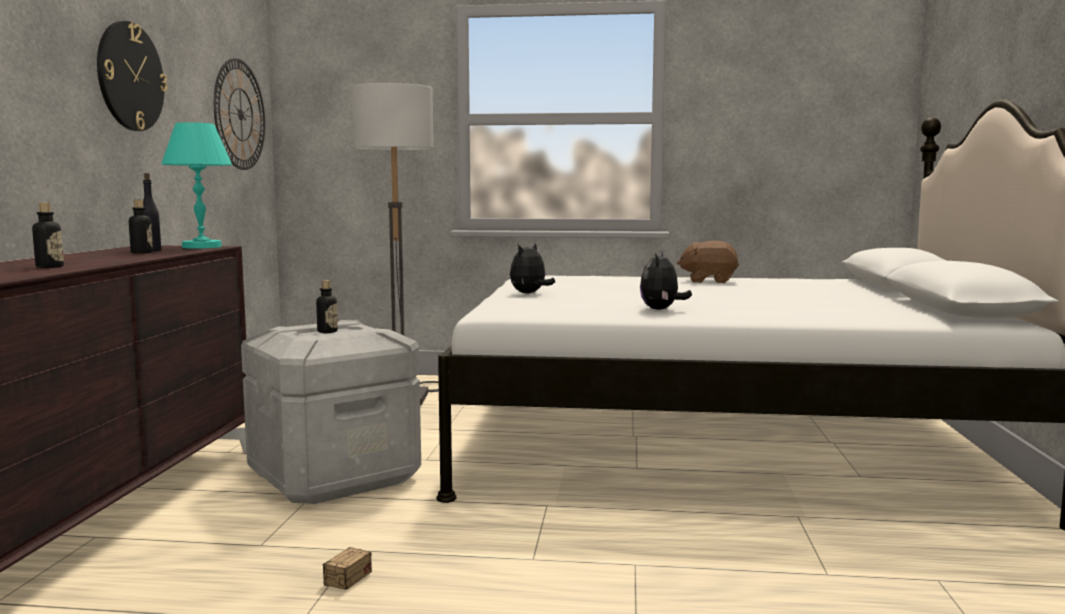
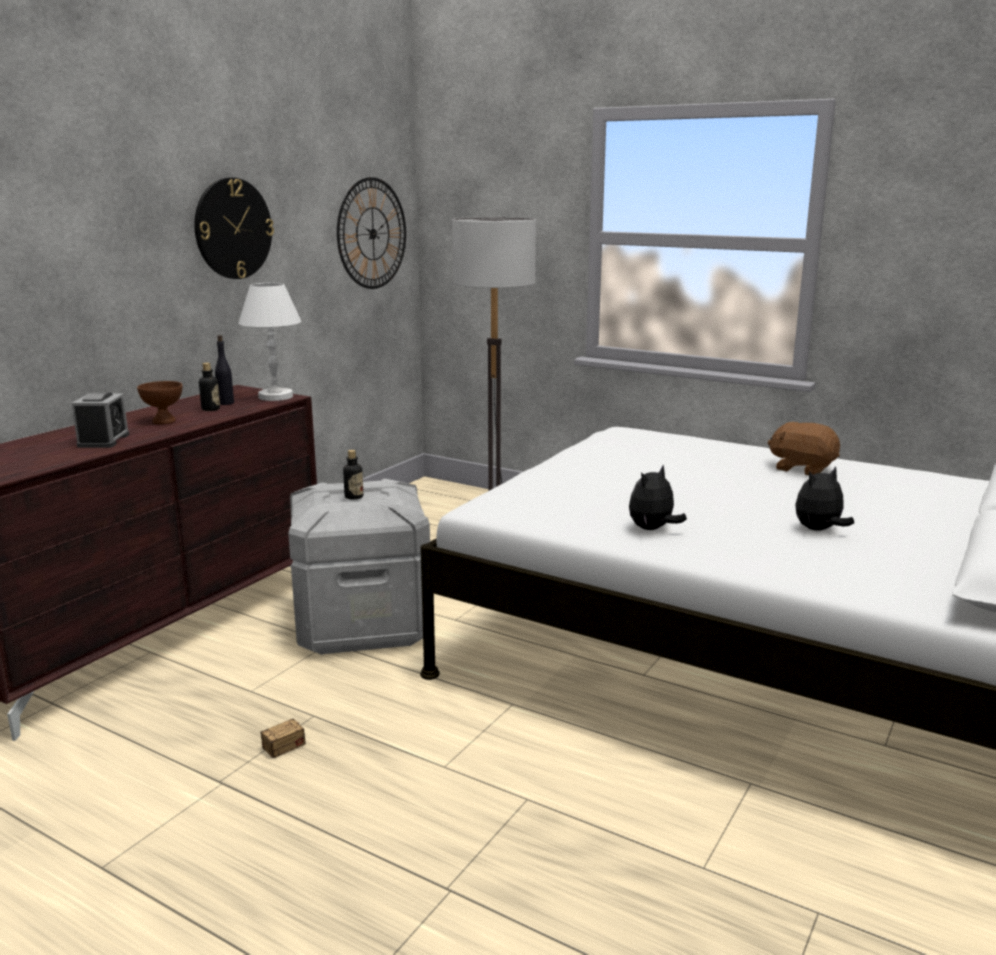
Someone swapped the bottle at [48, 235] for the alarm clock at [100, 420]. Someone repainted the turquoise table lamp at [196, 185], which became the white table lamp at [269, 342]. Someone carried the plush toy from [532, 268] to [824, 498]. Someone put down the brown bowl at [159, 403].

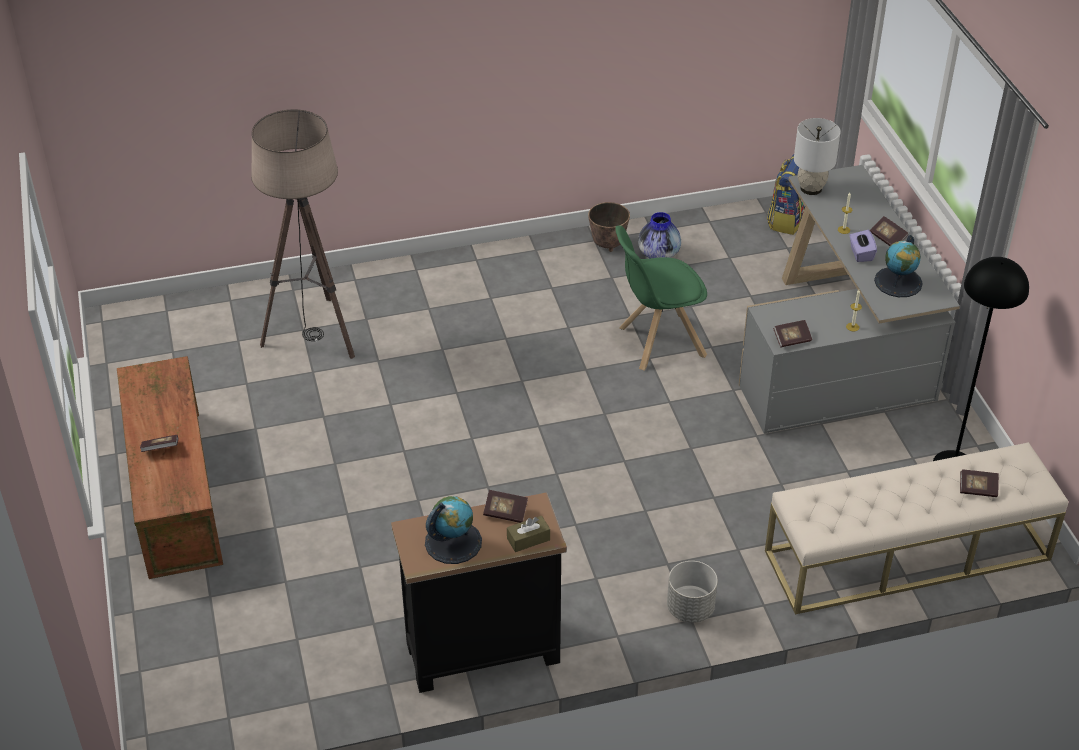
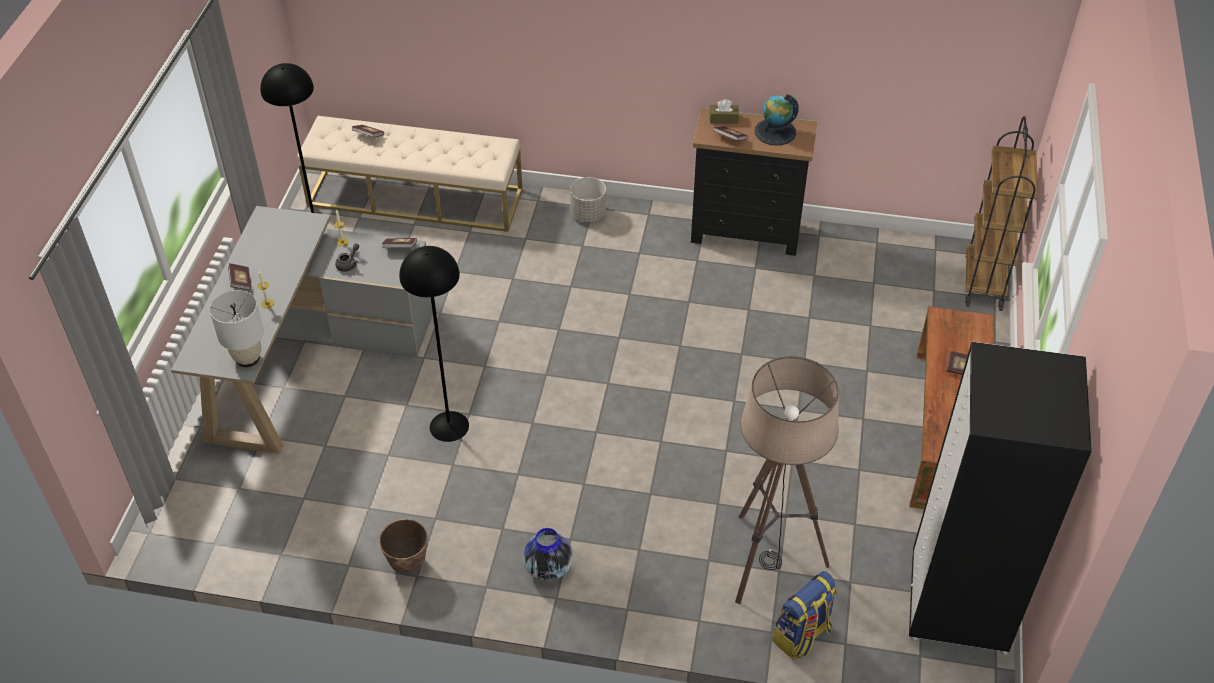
Someone swapped the green chair at [661, 298] for the black floor lamp at [434, 344]. Someone carried the vase from [659, 235] to [548, 554]. Someone carried the backpack from [786, 195] to [804, 615]. Someone took away the purple tissue box at [863, 246]. Someone took away the globe at [898, 266]. Someone put down the grey teapot at [347, 257]. Someone put down the wardrobe at [1000, 498]. Someone put down the brown cart at [1001, 213].

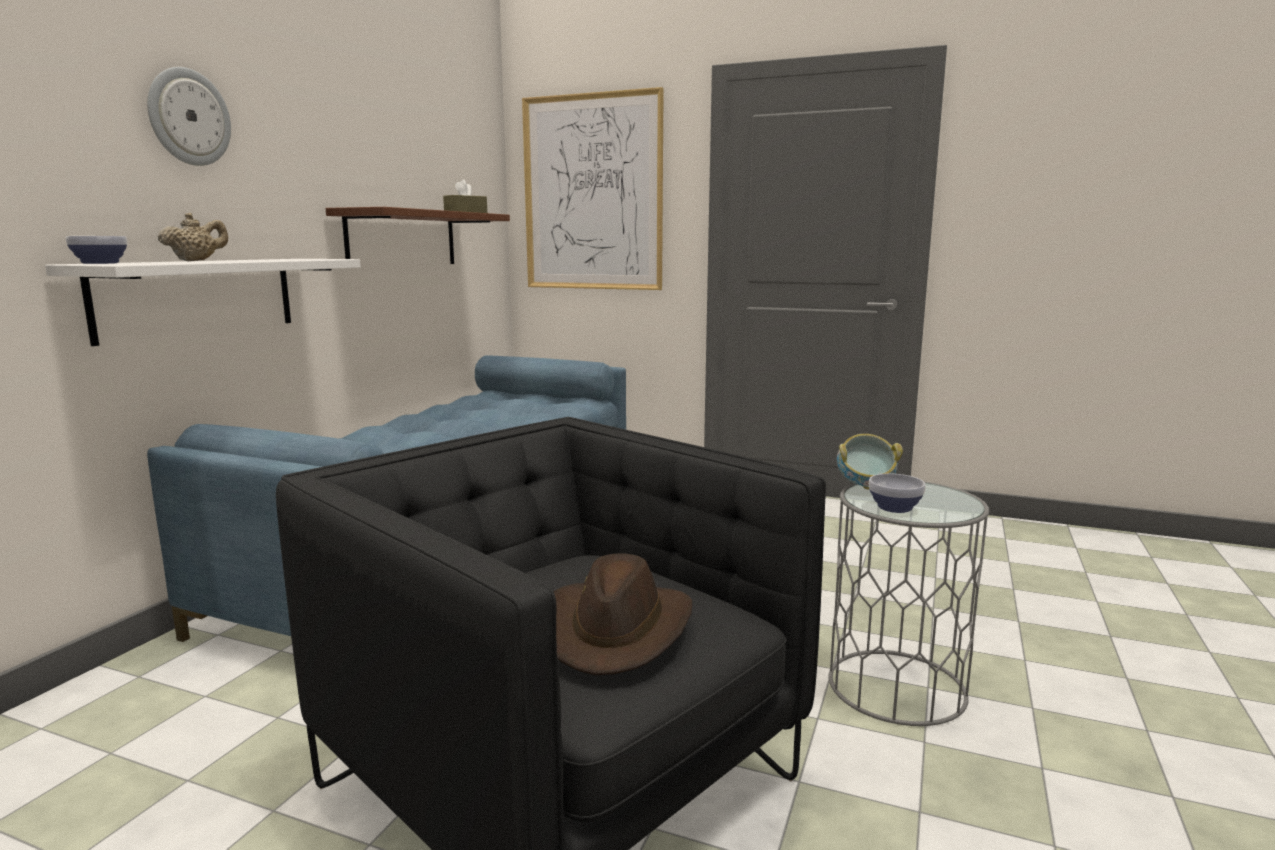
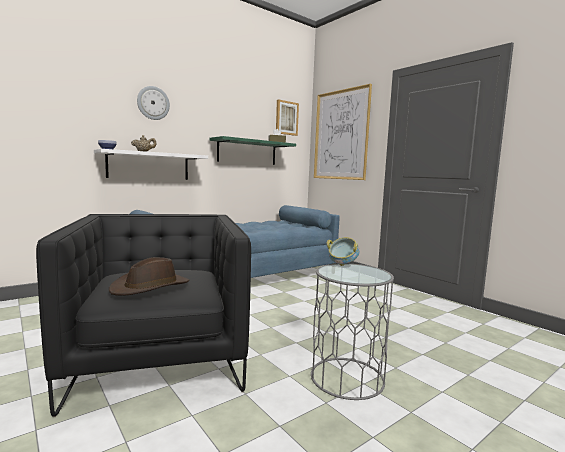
Someone repainted the brown shelf at [418, 235], which became the green shelf at [252, 150]. Someone took away the bowl at [897, 493]. Someone put up the picture at [287, 117].

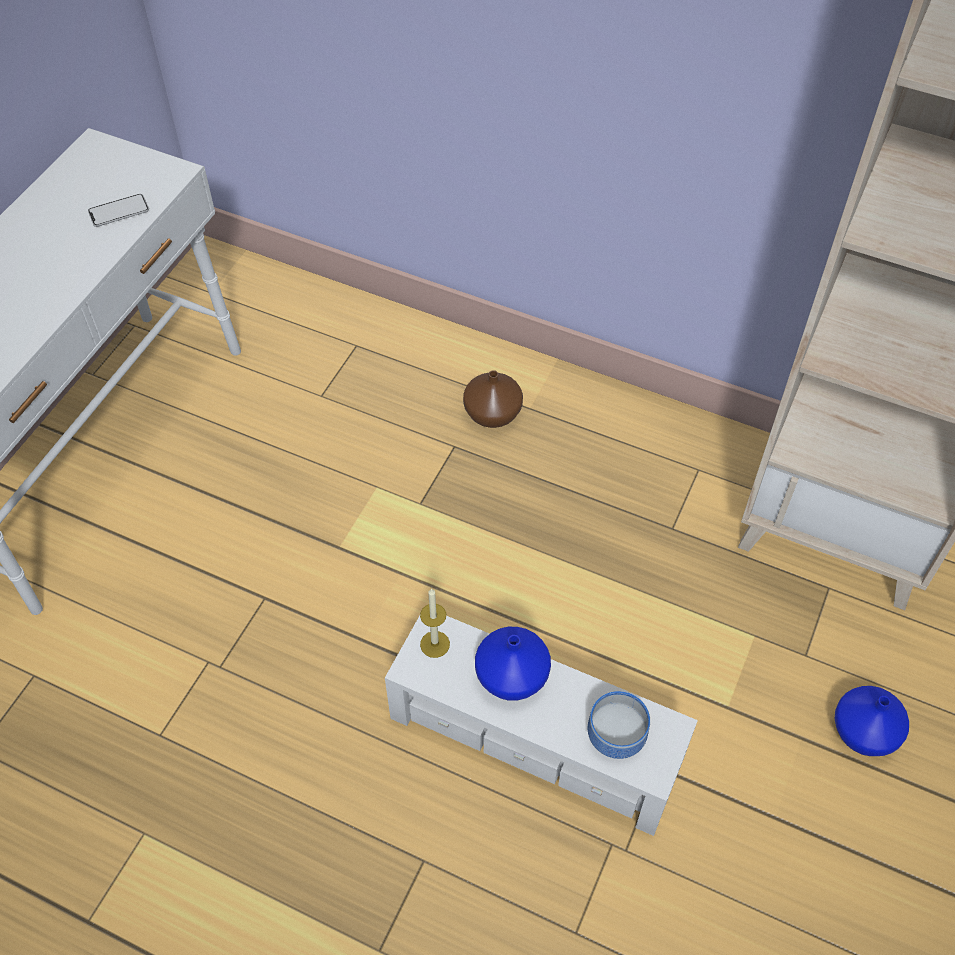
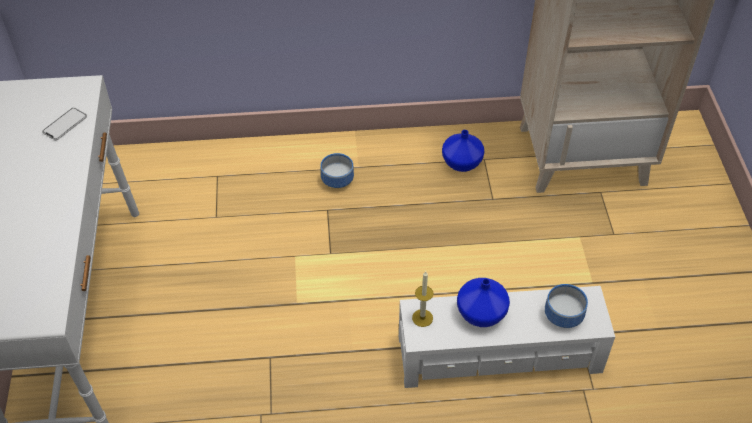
Someone swapped the brown vase at [493, 399] for the bowl at [337, 170]. Someone carried the blue vase from [872, 721] to [463, 151].

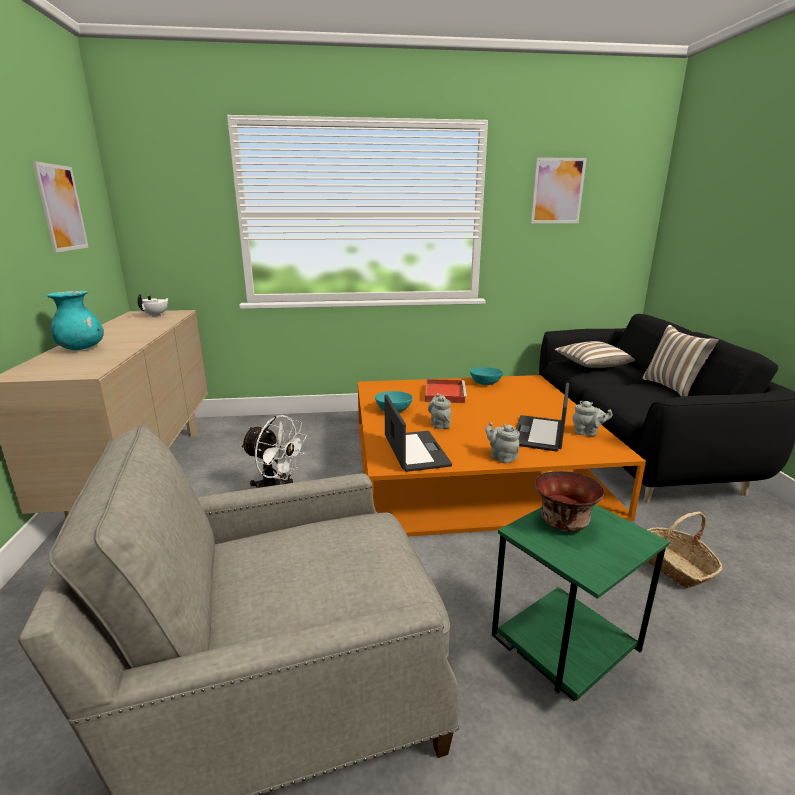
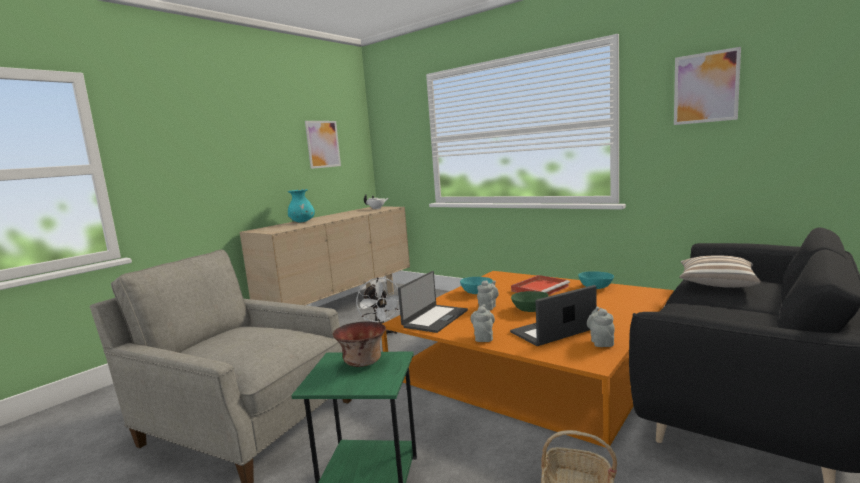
Someone rotated the grey teapot at [592, 418] by 150 degrees counterclockwise. Someone took away the pillow at [680, 361]. Someone put down the green bowl at [530, 301].

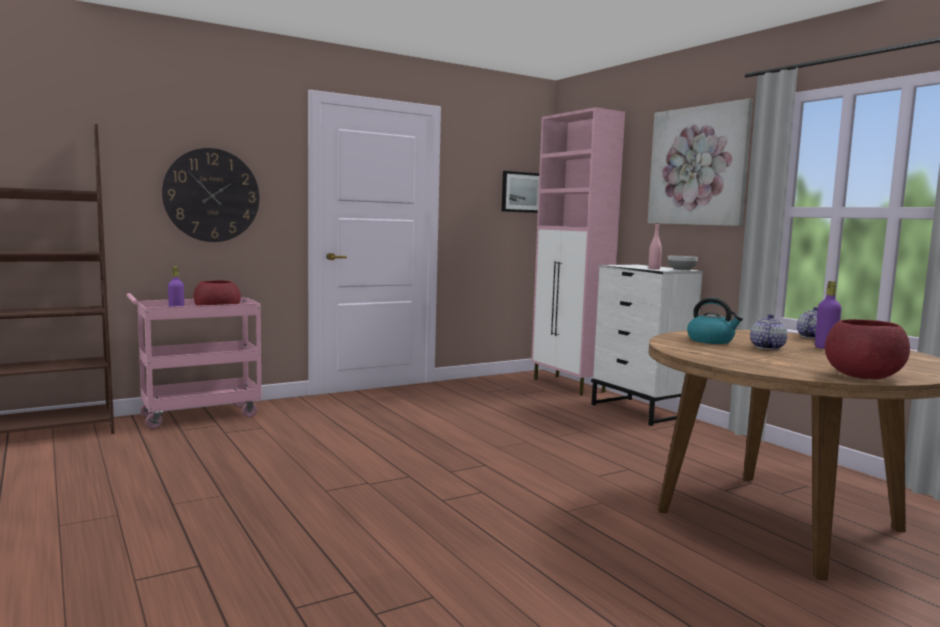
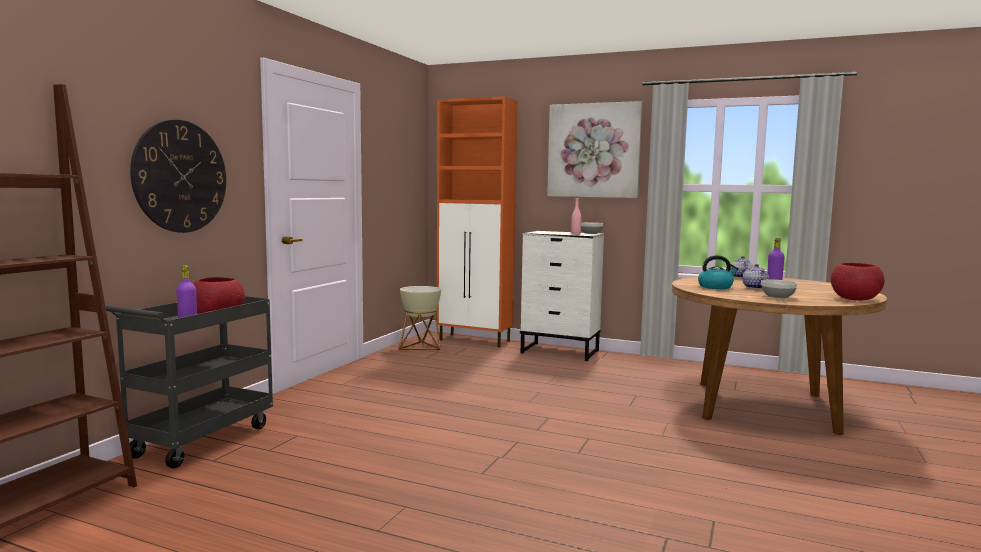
Someone repainted the pink cart at [194, 361], which became the grey cart at [189, 382]. Someone took away the picture at [520, 192]. Someone repainted the pink cabinet at [578, 251], which became the orange cabinet at [477, 222]. Someone put down the planter at [420, 318]. Someone put down the bowl at [779, 289].

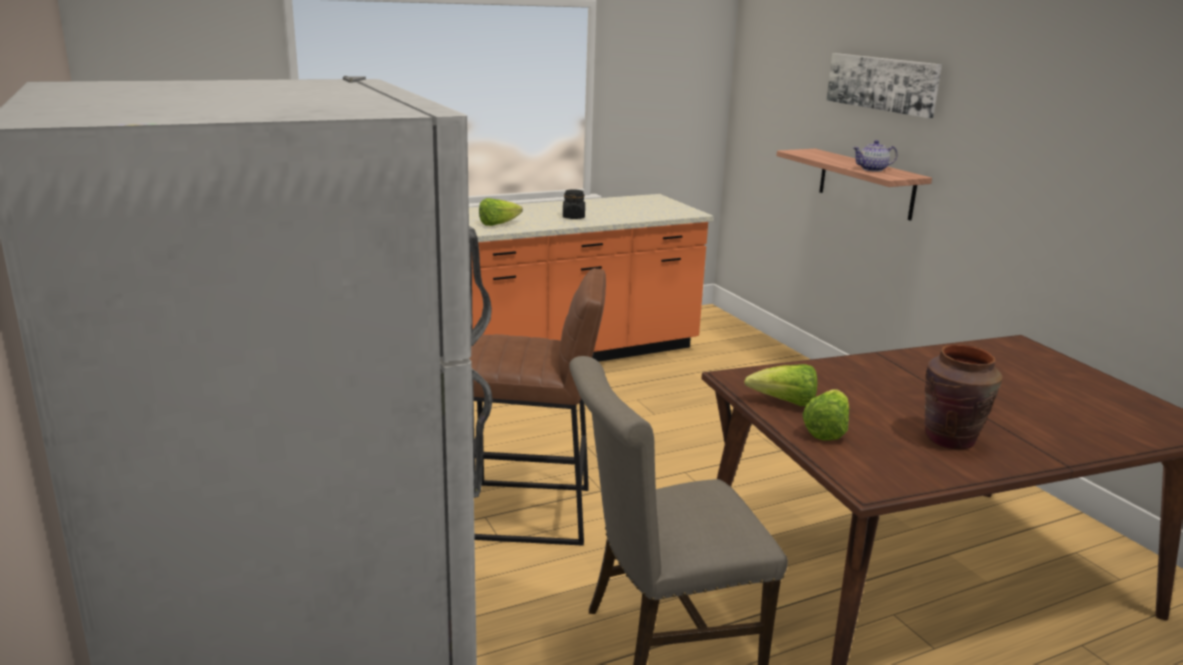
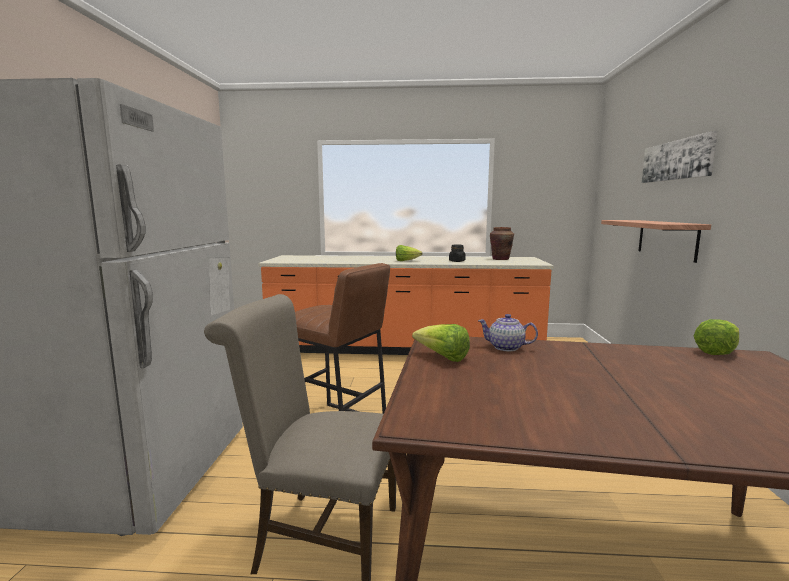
Someone carried the lettuce from [825, 415] to [716, 337]. Someone carried the teapot from [875, 156] to [508, 332]. Someone carried the brown vase from [963, 397] to [502, 243].

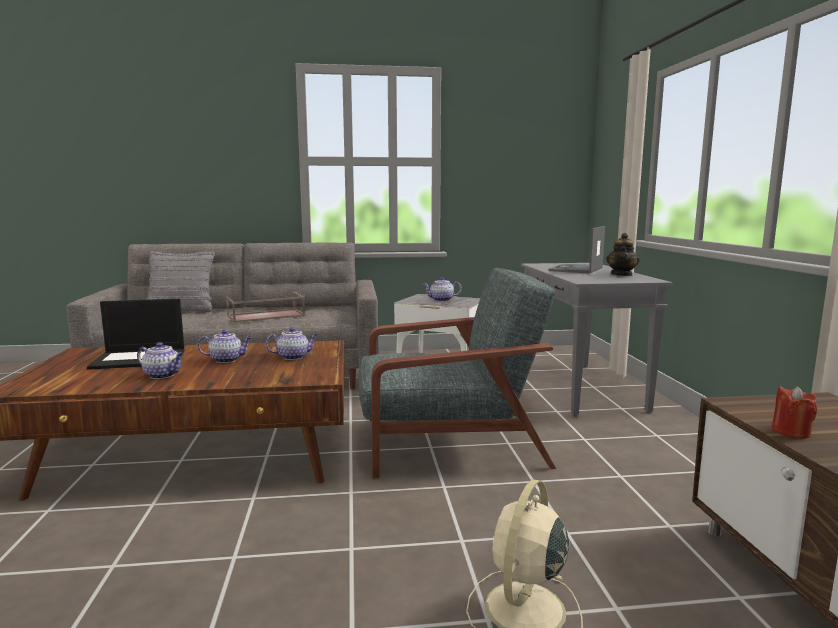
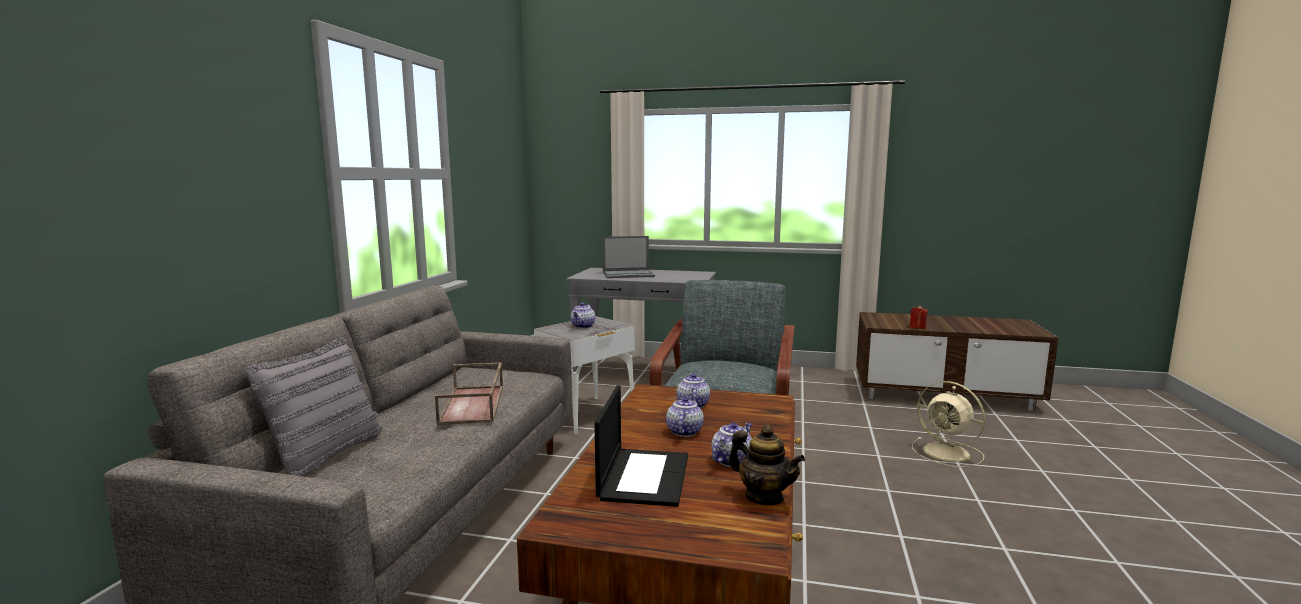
Someone rotated the laptop at [577, 250] by 60 degrees counterclockwise. Someone carried the teapot from [623, 254] to [767, 465].

